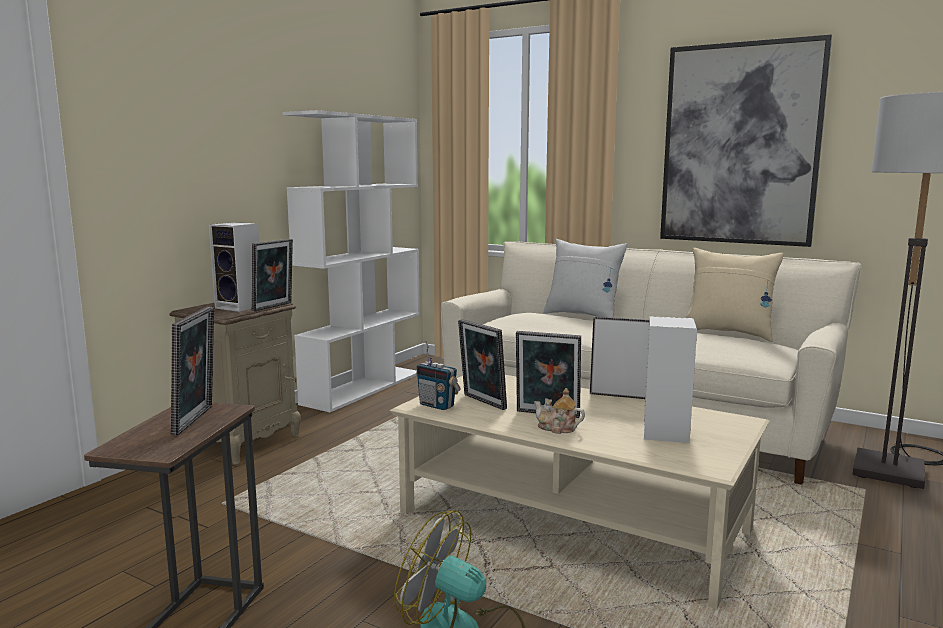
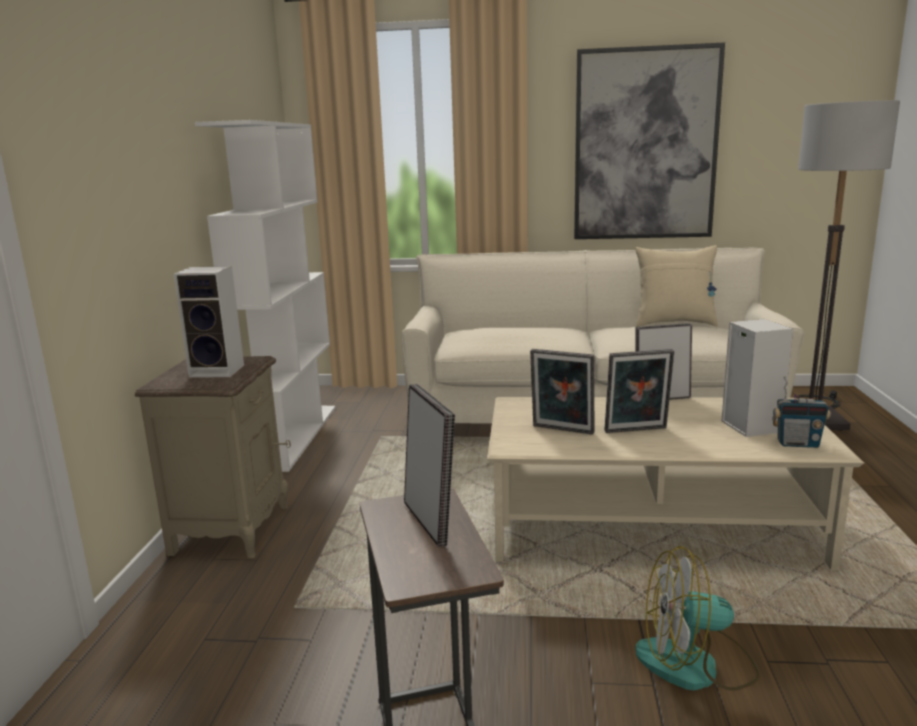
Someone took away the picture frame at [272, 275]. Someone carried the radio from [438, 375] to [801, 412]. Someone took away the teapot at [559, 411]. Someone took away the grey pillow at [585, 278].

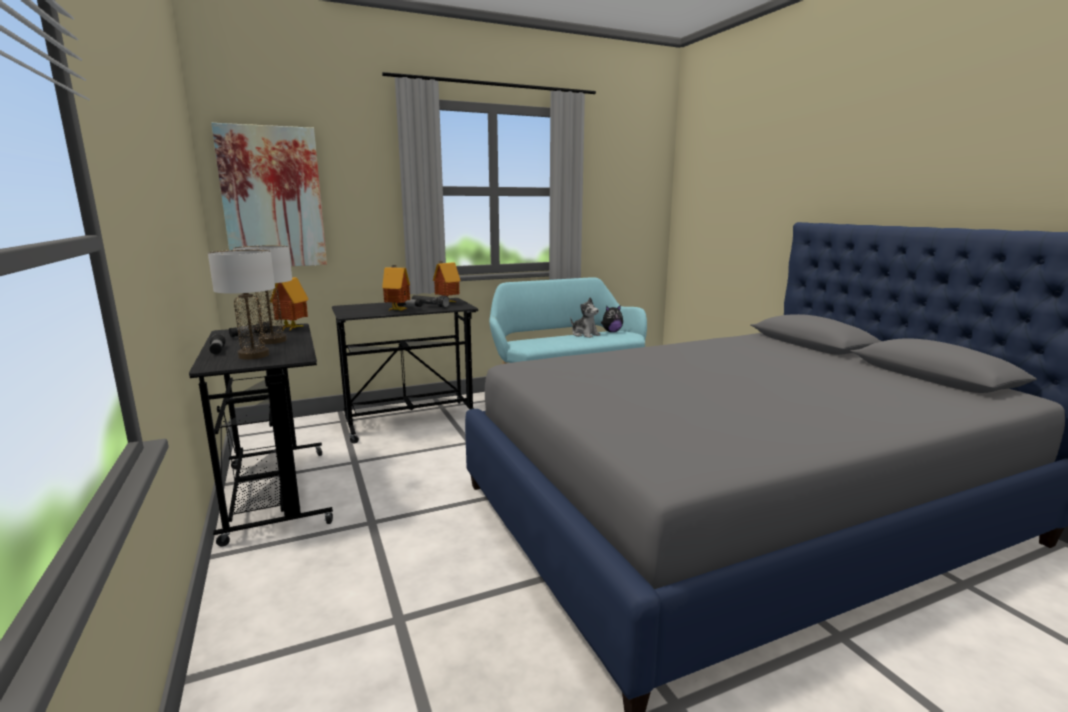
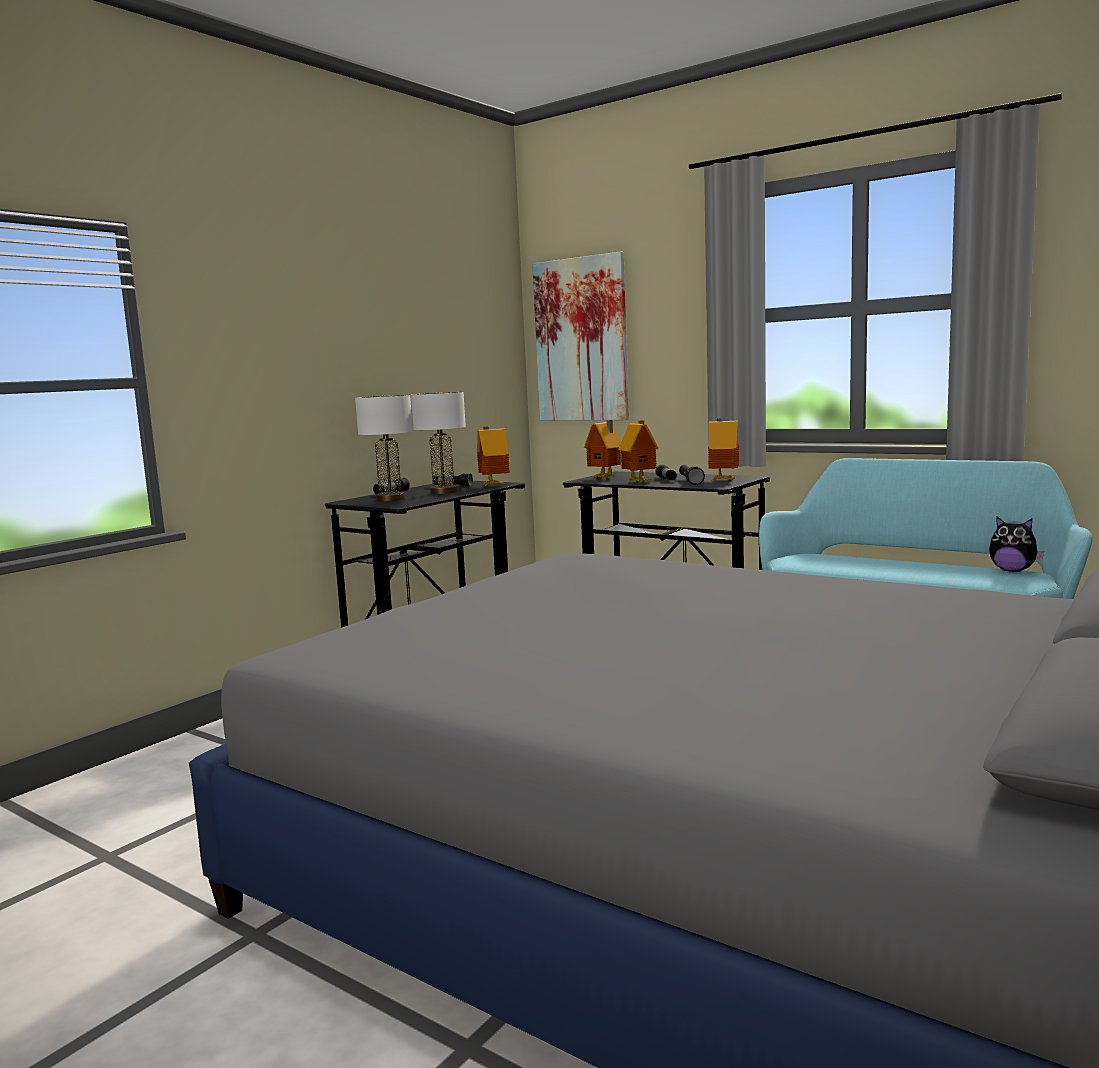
Someone took away the plush toy at [585, 317]. Someone put down the toy house at [602, 449].

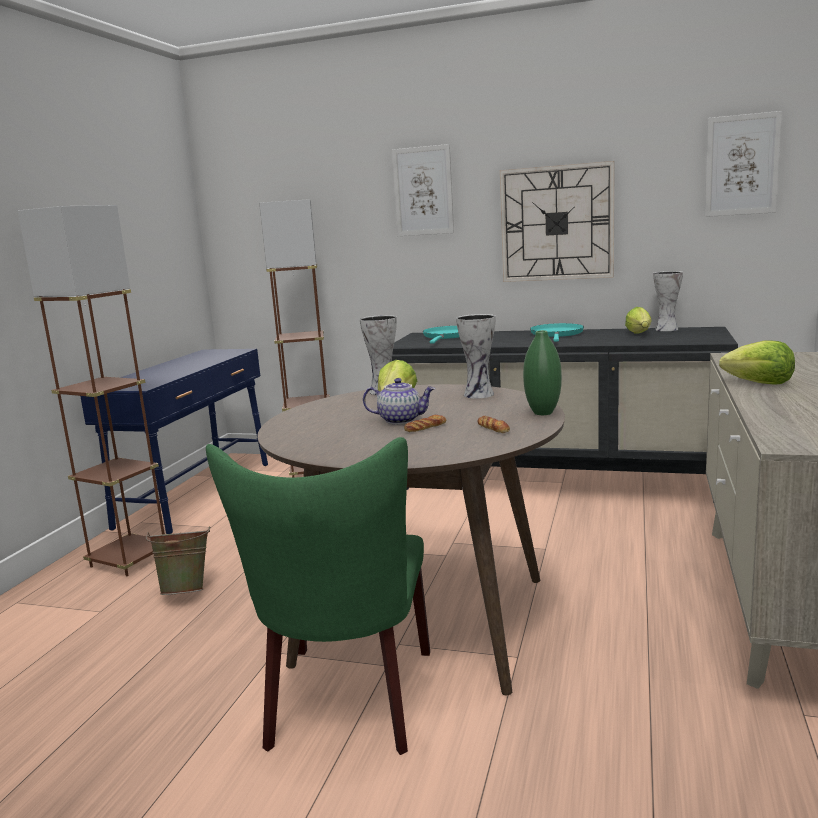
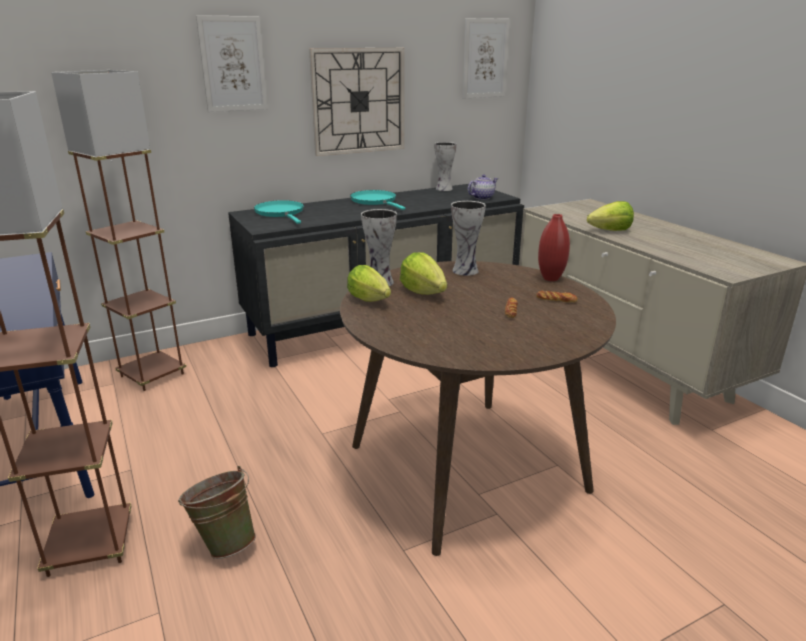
Someone took away the green chair at [318, 596]. Someone carried the teapot from [399, 401] to [483, 187]. Someone repainted the green vase at [542, 372], which became the red vase at [554, 247]. Someone carried the lettuce from [638, 320] to [369, 283].

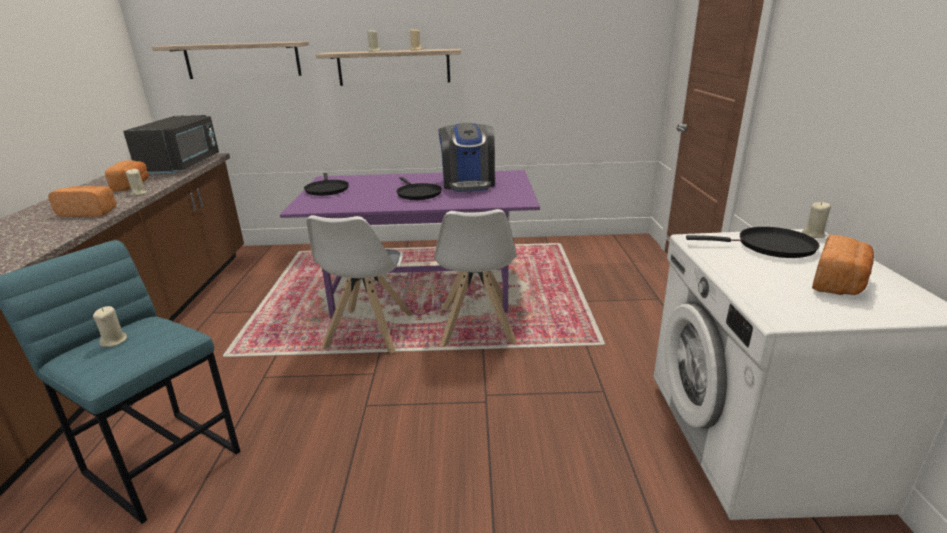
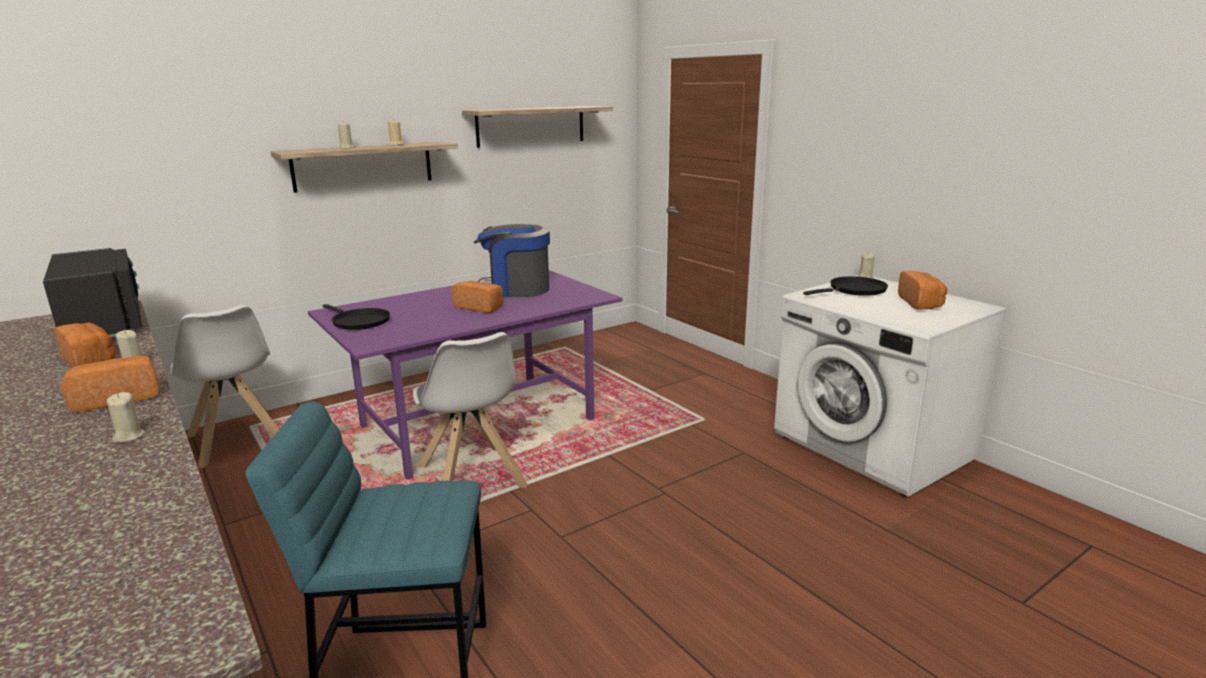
Someone carried the beige candle from [110, 326] to [126, 417]. Someone carried the shelf from [230, 60] to [537, 127]. Someone swapped the black frying pan at [419, 188] for the bread at [477, 297]. Someone carried the chair from [475, 278] to [224, 386]. Someone rotated the coffee machine at [466, 157] by 135 degrees clockwise.

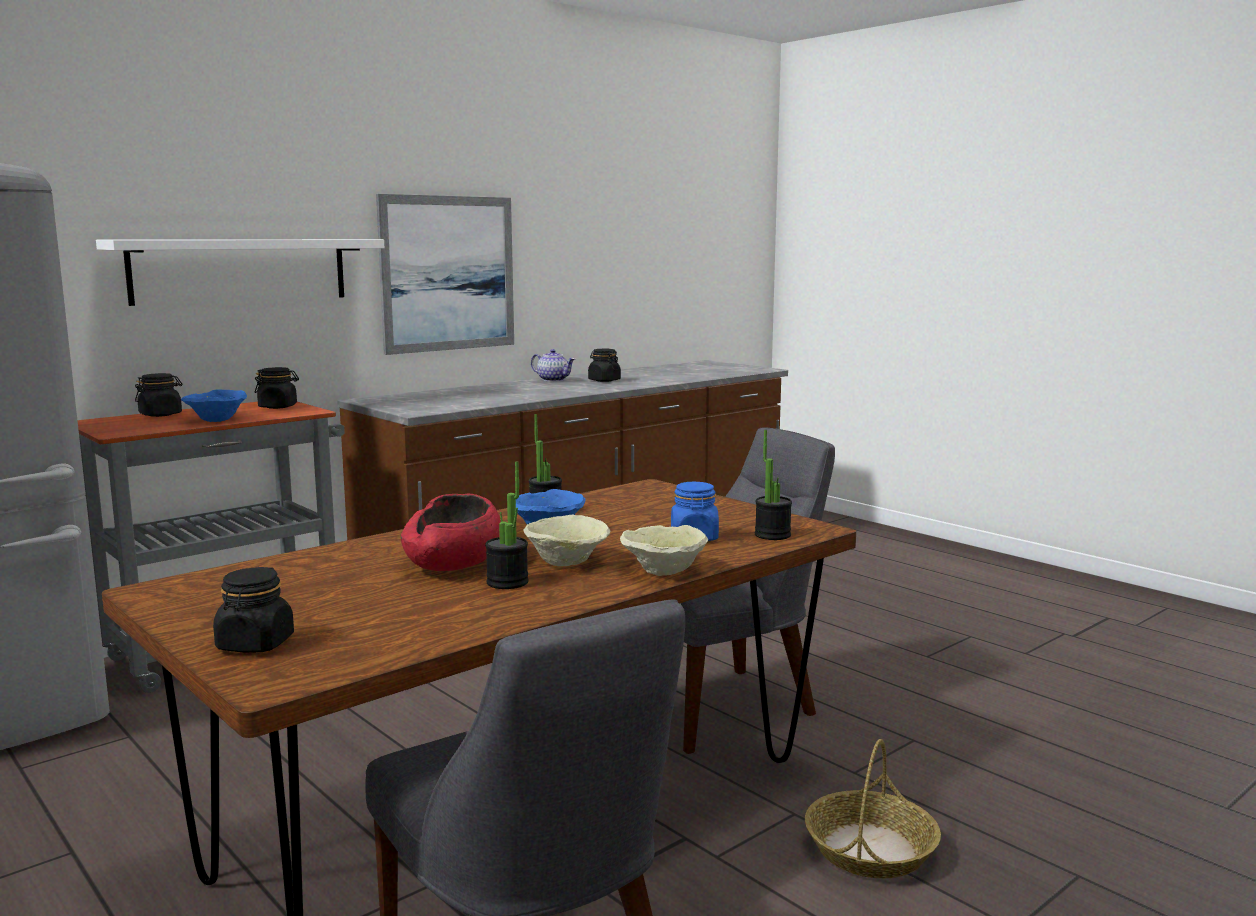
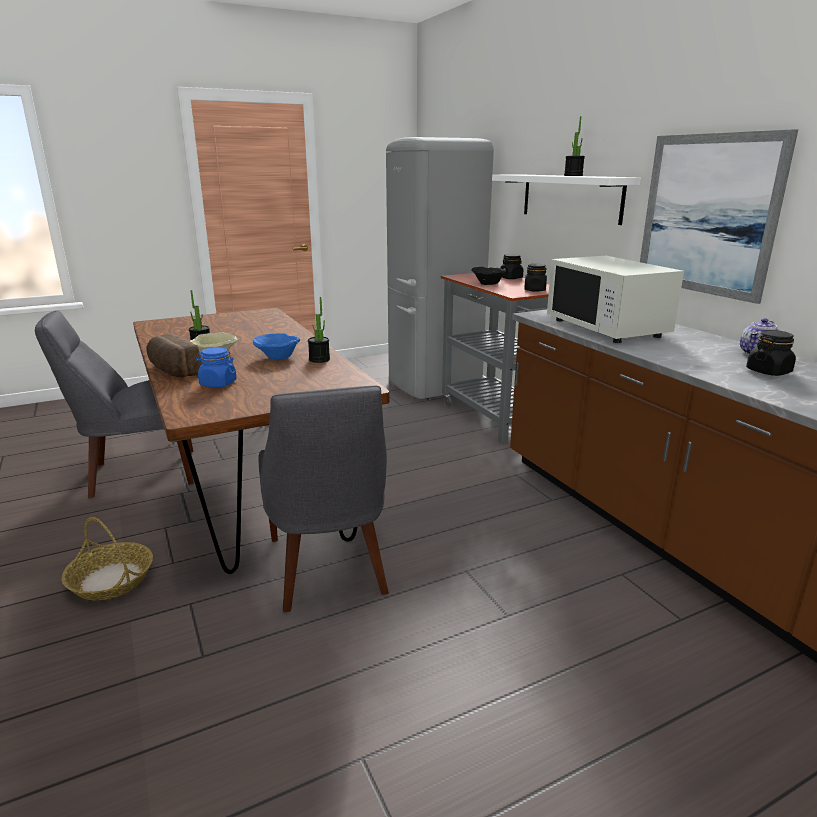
Someone repainted the blue bowl at [214, 405], which became the black bowl at [488, 276]. Someone took away the black jar at [253, 610]. Someone took away the red bowl at [451, 532]. Someone swapped the beige bowl at [664, 550] for the bread at [173, 355]. Someone carried the potted plant from [773, 485] to [574, 146]. Someone put down the white microwave at [615, 299].

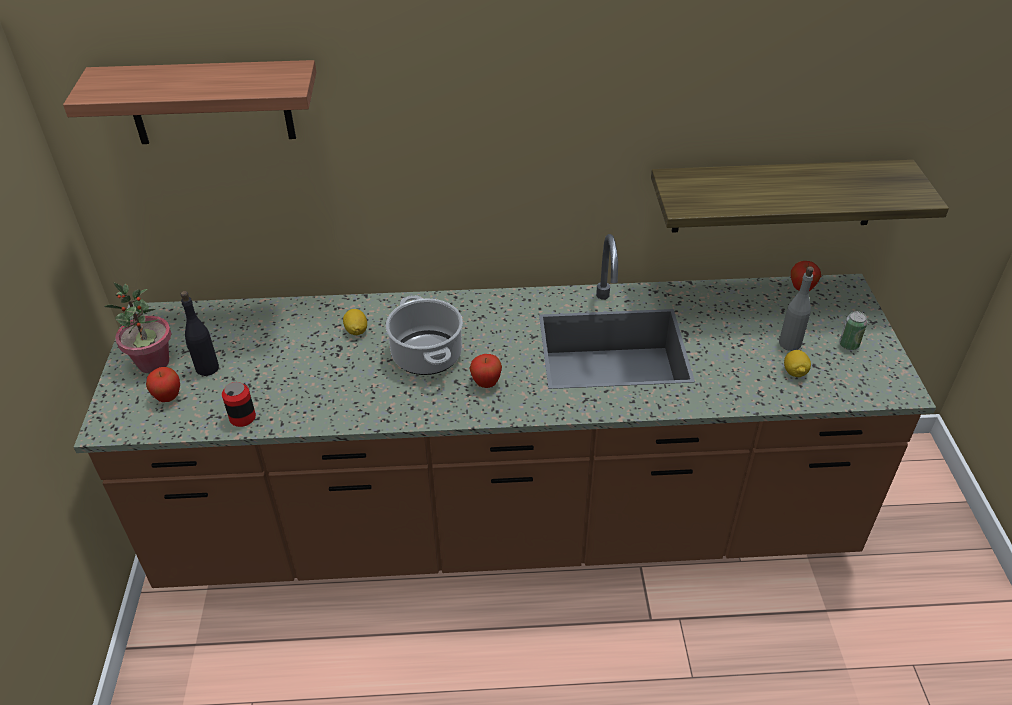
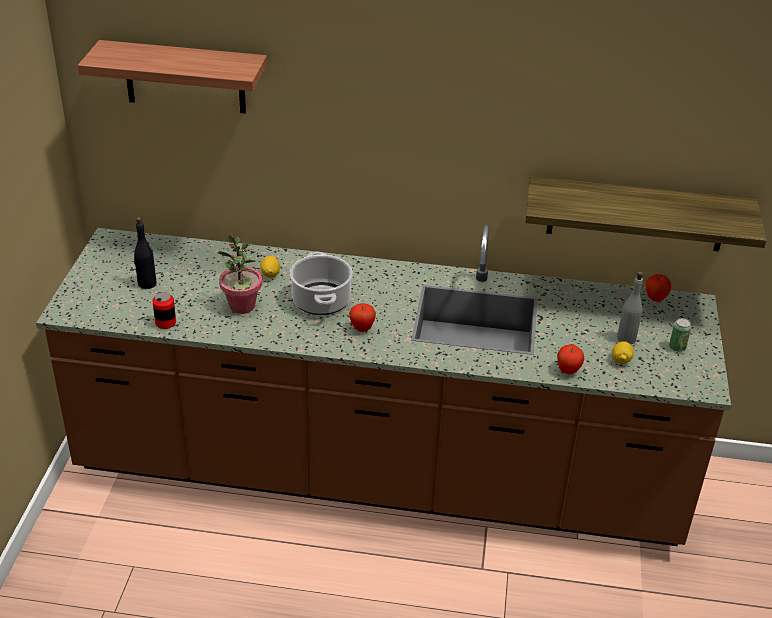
Someone carried the potted plant from [138, 327] to [240, 274]. Someone carried the apple from [163, 384] to [570, 359].

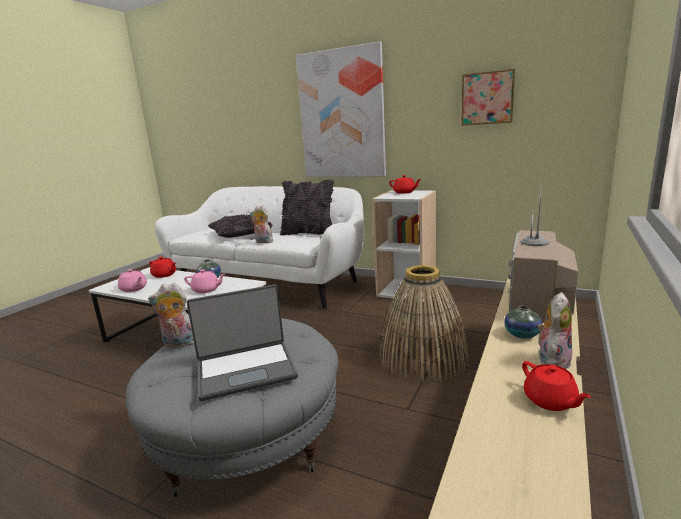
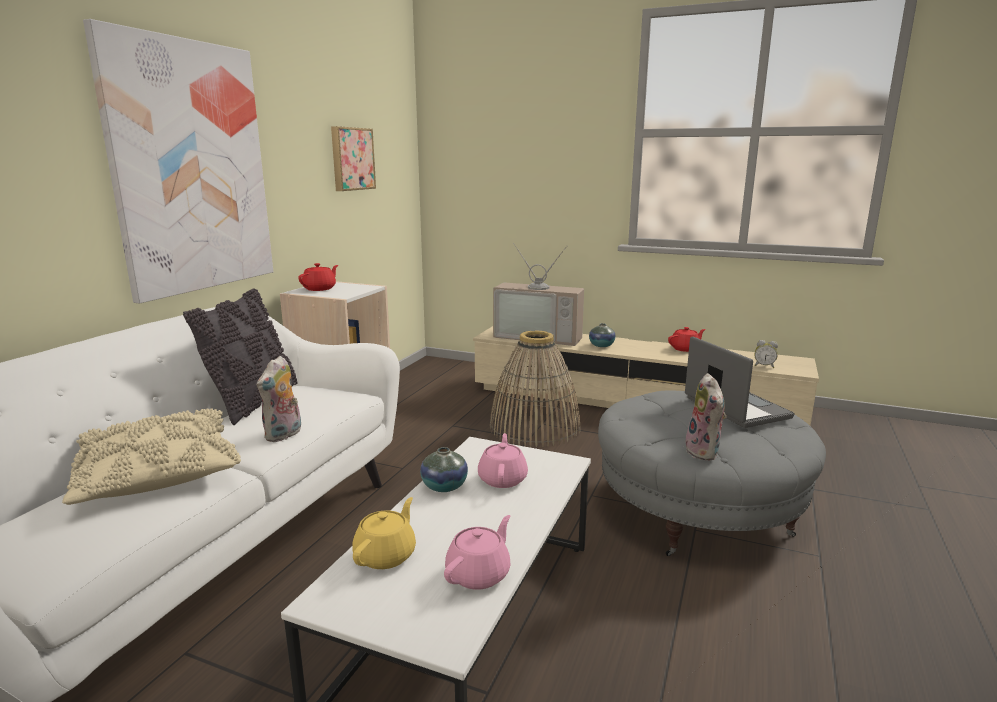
Someone repainted the red teapot at [162, 267], which became the yellow teapot at [384, 533]. Someone repainted the black pillow at [240, 226], which became the beige pillow at [151, 456]. Someone took away the plush toy at [554, 330]. Someone put down the alarm clock at [766, 354].

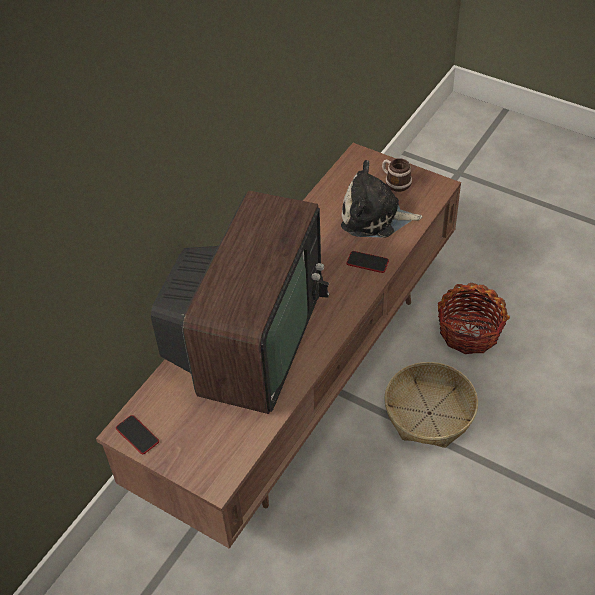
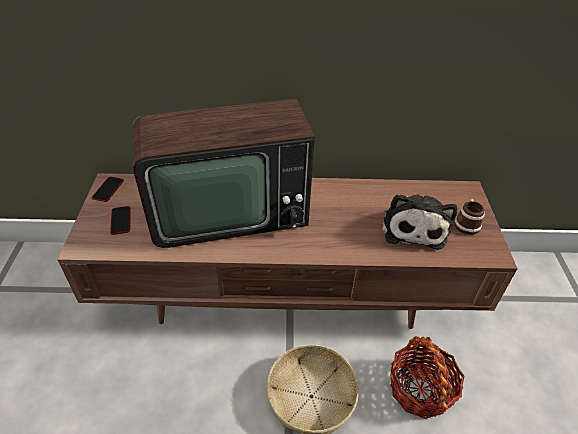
Someone rotated the plush toy at [381, 199] by 150 degrees counterclockwise. Someone carried the phone from [367, 262] to [120, 220].

